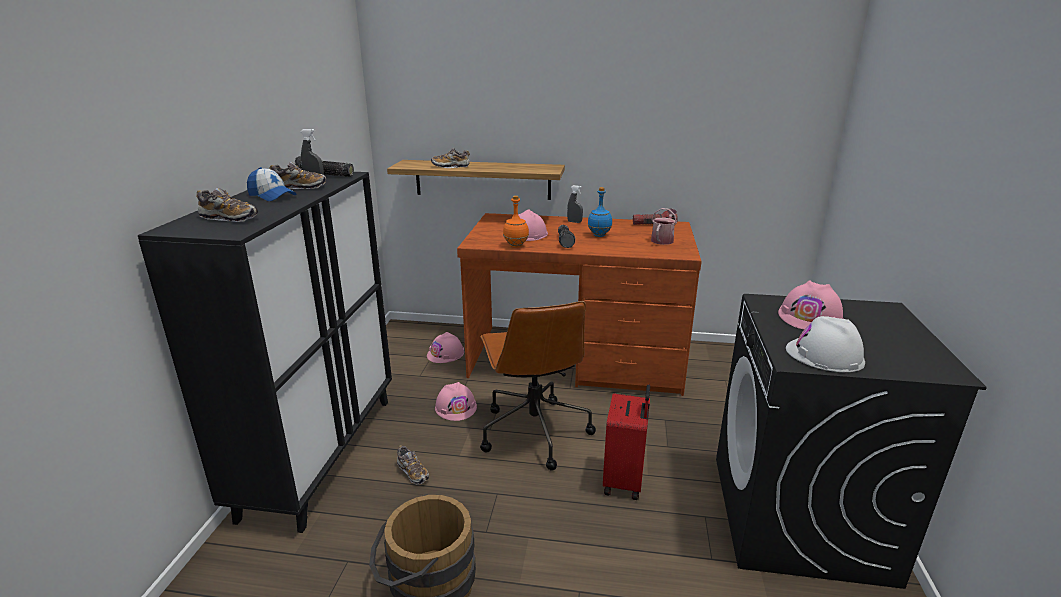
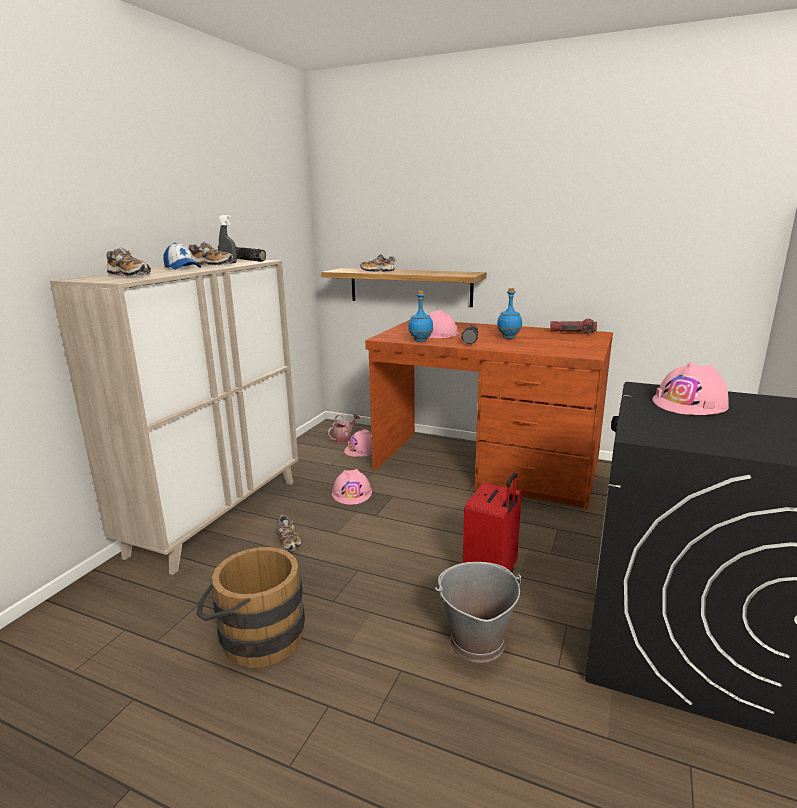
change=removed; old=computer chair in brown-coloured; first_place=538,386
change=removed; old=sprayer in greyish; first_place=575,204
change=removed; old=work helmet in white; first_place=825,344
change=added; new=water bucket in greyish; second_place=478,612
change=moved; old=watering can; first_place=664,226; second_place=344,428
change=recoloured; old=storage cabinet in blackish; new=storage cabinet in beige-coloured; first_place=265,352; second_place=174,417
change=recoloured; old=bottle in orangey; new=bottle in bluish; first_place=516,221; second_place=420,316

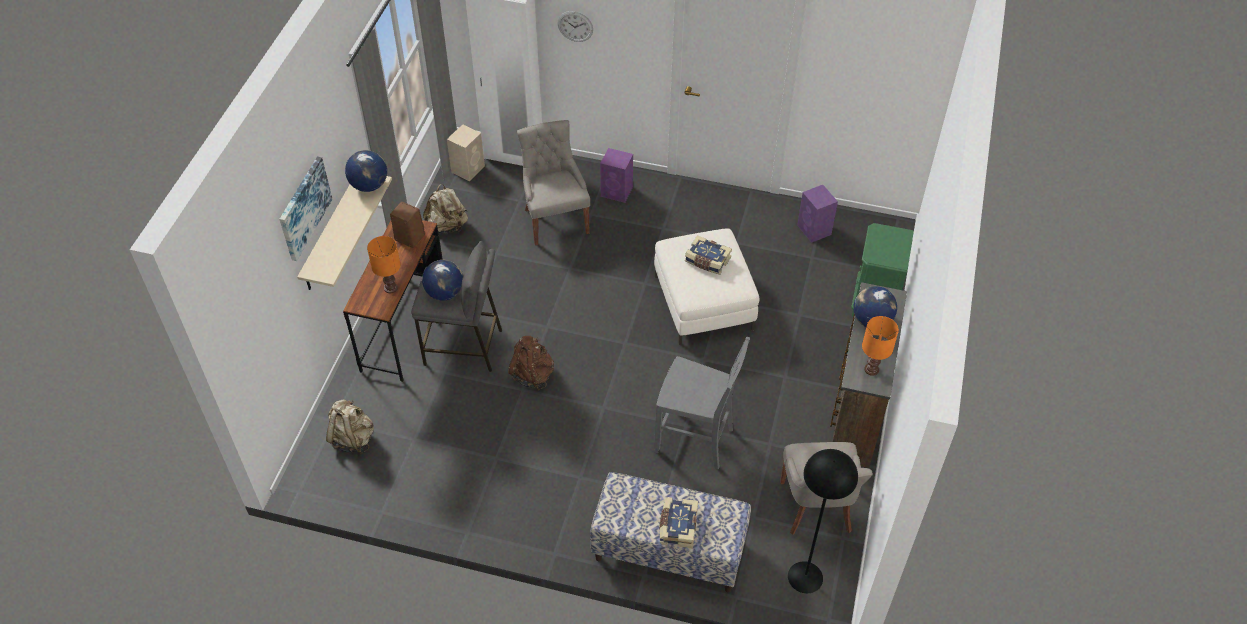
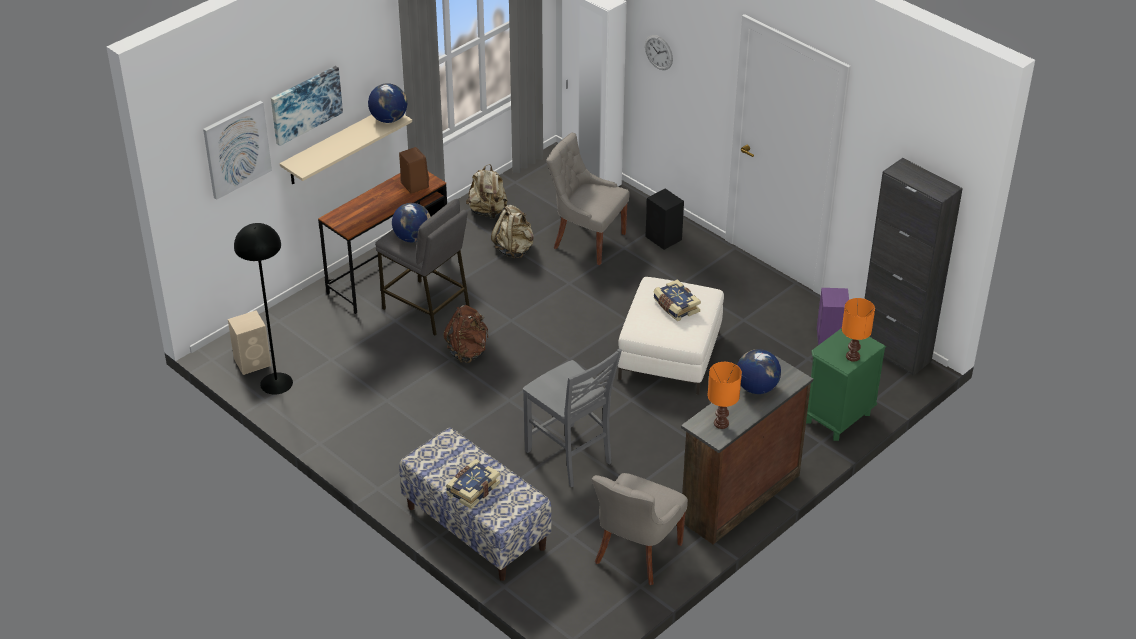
change=added; new=picture; second_place=237,150
change=added; new=storage cabinet in blackish; second_place=914,267
change=moved; old=rucksack in beige-coloured; first_place=350,426; second_place=512,231
change=moved; old=tabletop lamp in orangey; first_place=384,264; second_place=858,330
change=moved; old=loudspeaker in beige-coloured; first_place=466,152; second_place=249,342
change=moved; old=standard lamp in blackish; first_place=823,521; second_place=263,309
change=recoloured; old=loudspeaker in purple-coloured; new=loudspeaker in blackish; first_place=616,175; second_place=664,219
change=turned; old=plain chair in greyish; first_place=553,183; second_place=588,199; degrees=-75

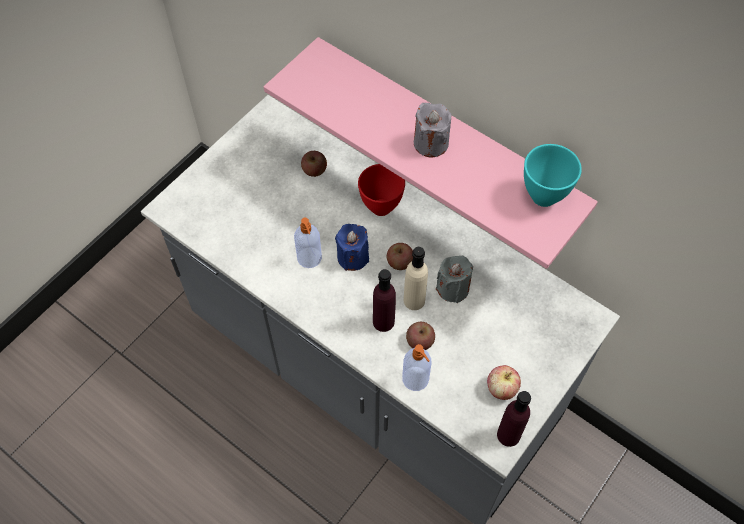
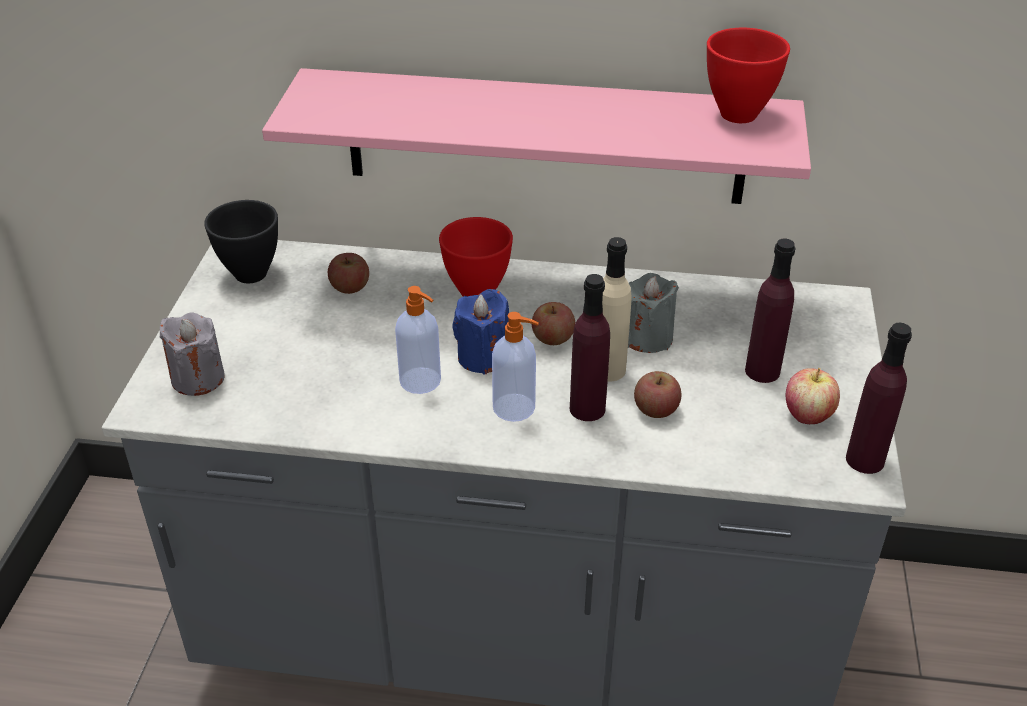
change=added; new=bowl in blackish; second_place=241,241
change=added; new=bottle in purple-coloured; second_place=770,311
change=moved; old=soap bottle; first_place=417,367; second_place=515,367
change=moved; old=candle in greyish; first_place=432,130; second_place=192,354
change=recoloured; old=bowl in blue-green; new=bowl in red; first_place=553,175; second_place=748,75

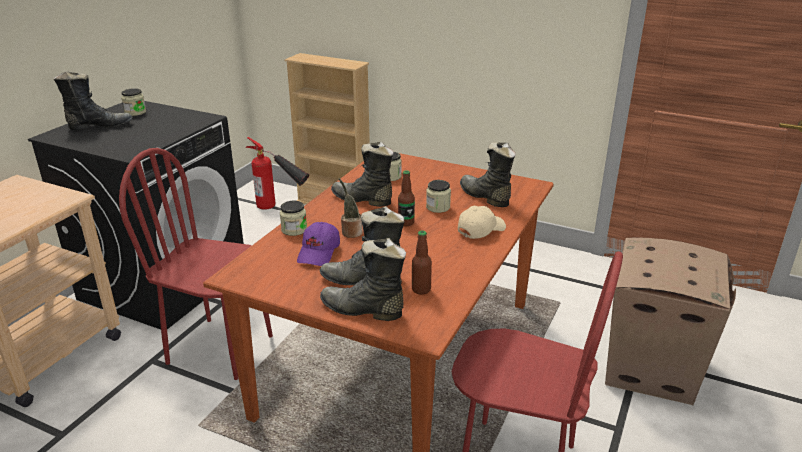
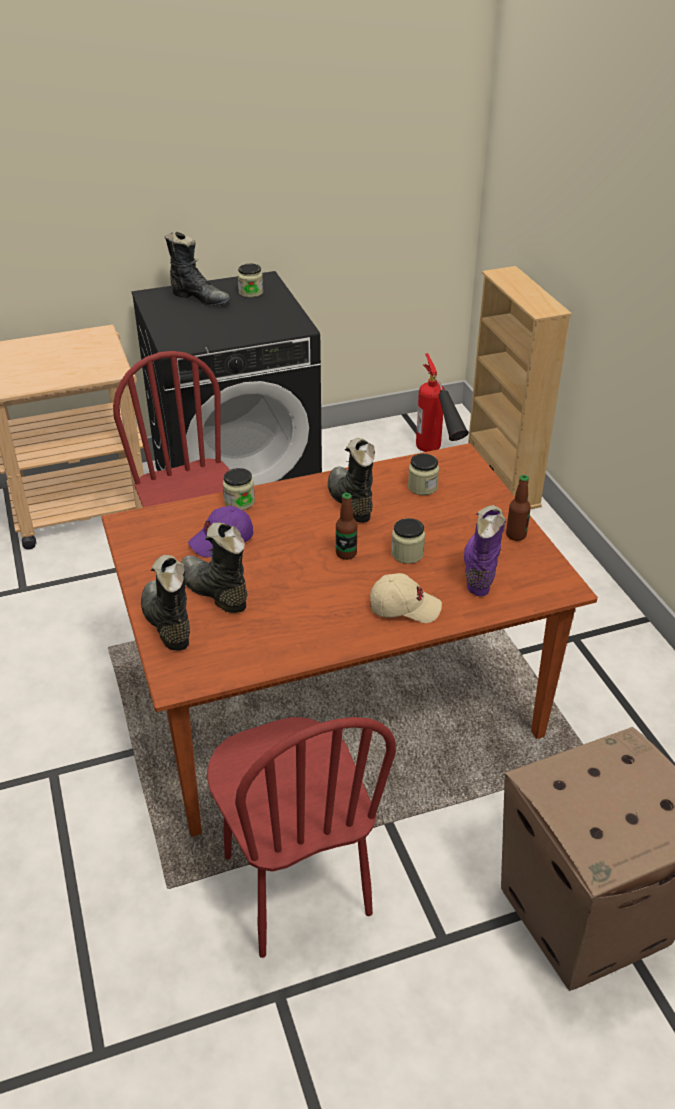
change=removed; old=houseplant; first_place=350,208
change=moved; old=bottle; first_place=422,262; second_place=518,508
change=recoloured; old=tall boot in blackish; new=tall boot in purple-coloured; first_place=488,174; second_place=485,550

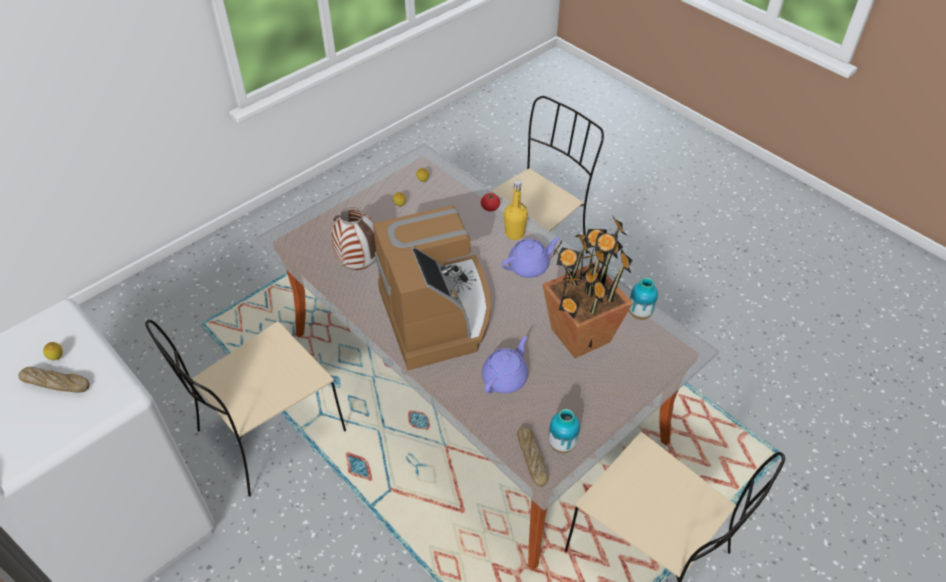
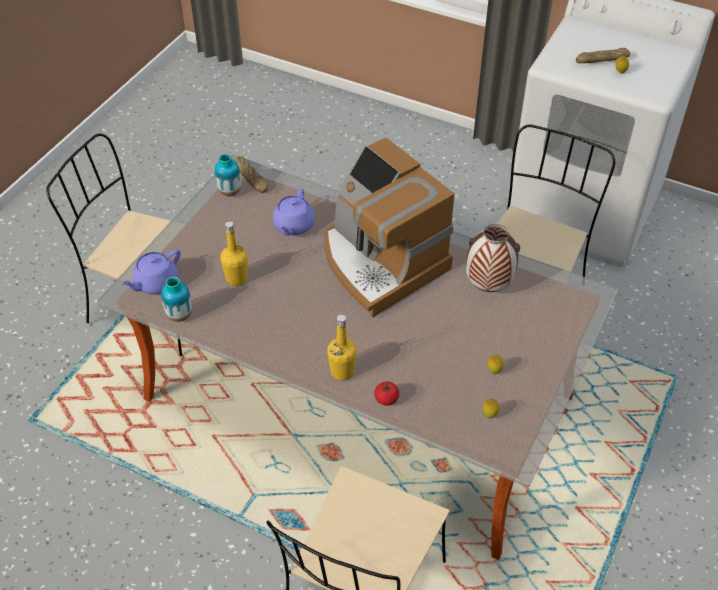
change=moved; old=pot for tea in purple-coloured; first_place=531,257; second_place=151,271
change=replaced; old=houseplant; new=bottle in yellow; first_place=587,286; second_place=234,253

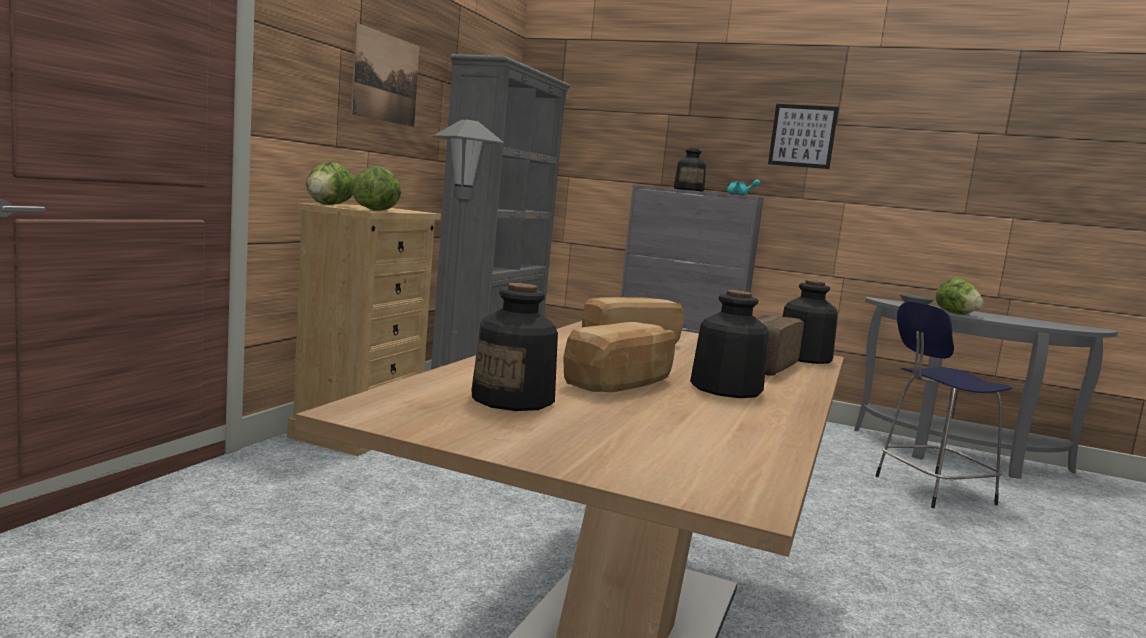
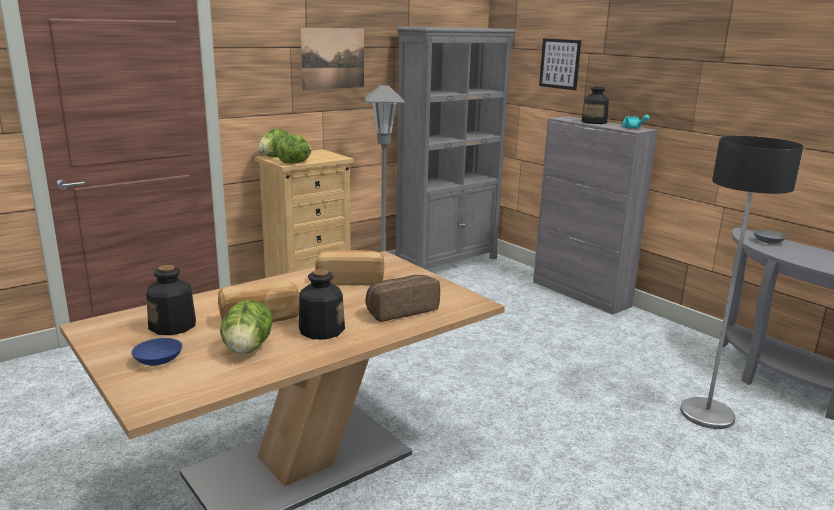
change=removed; old=bottle; first_place=810,322
change=added; new=bowl in bluish; second_place=156,352
change=moved; old=picture; first_place=803,136; second_place=560,64
change=moved; old=lettuce; first_place=959,296; second_place=246,327
change=replaced; old=stool in bluish; new=standard lamp; first_place=943,405; second_place=742,282

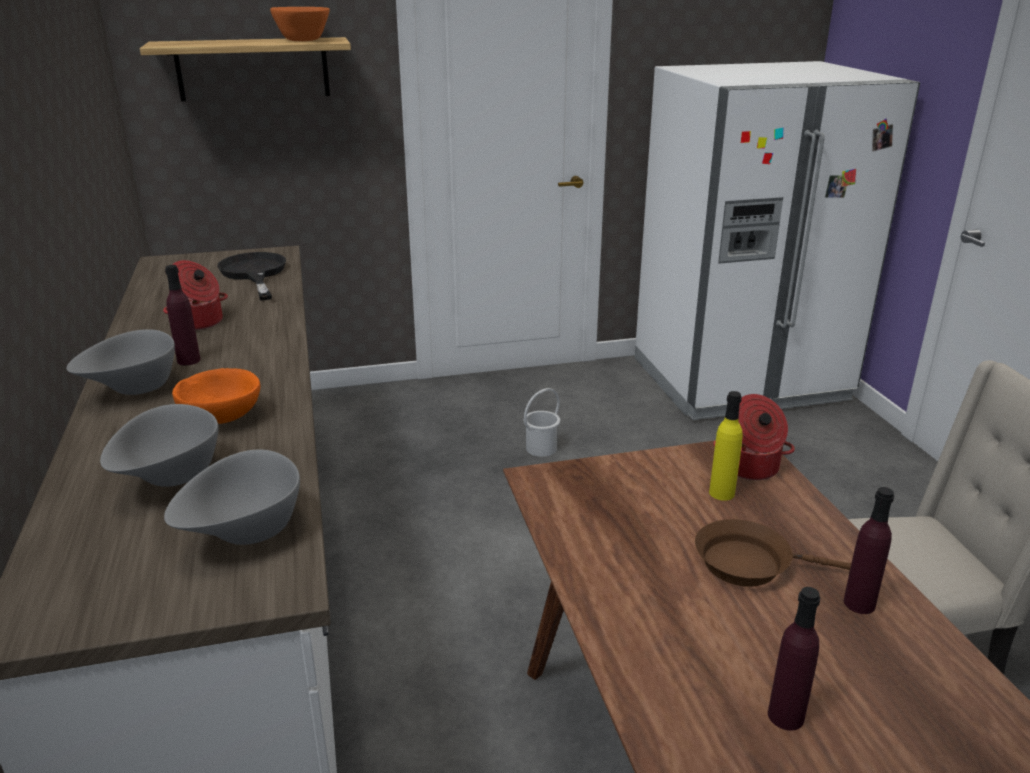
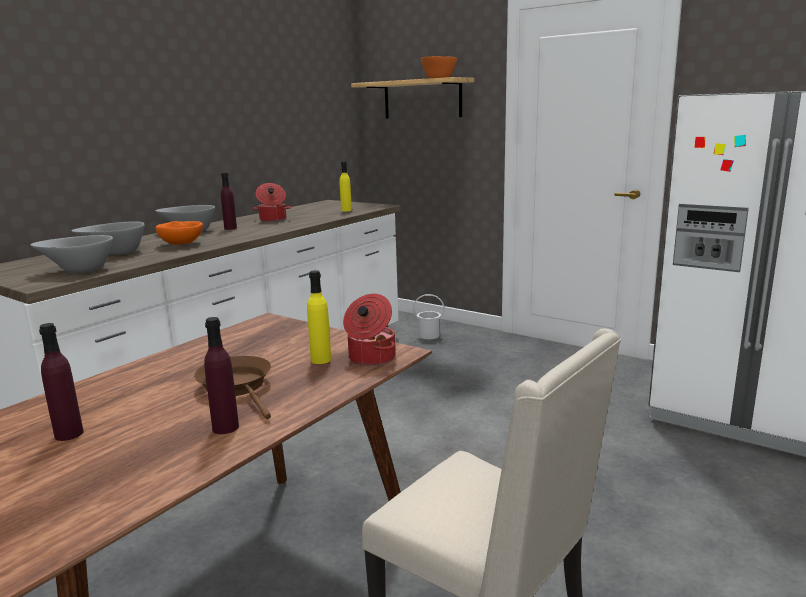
change=moved; old=water bucket in white; first_place=542,422; second_place=429,316
change=replaced; old=skillet in blackish; new=bottle in yellow; first_place=251,276; second_place=346,186

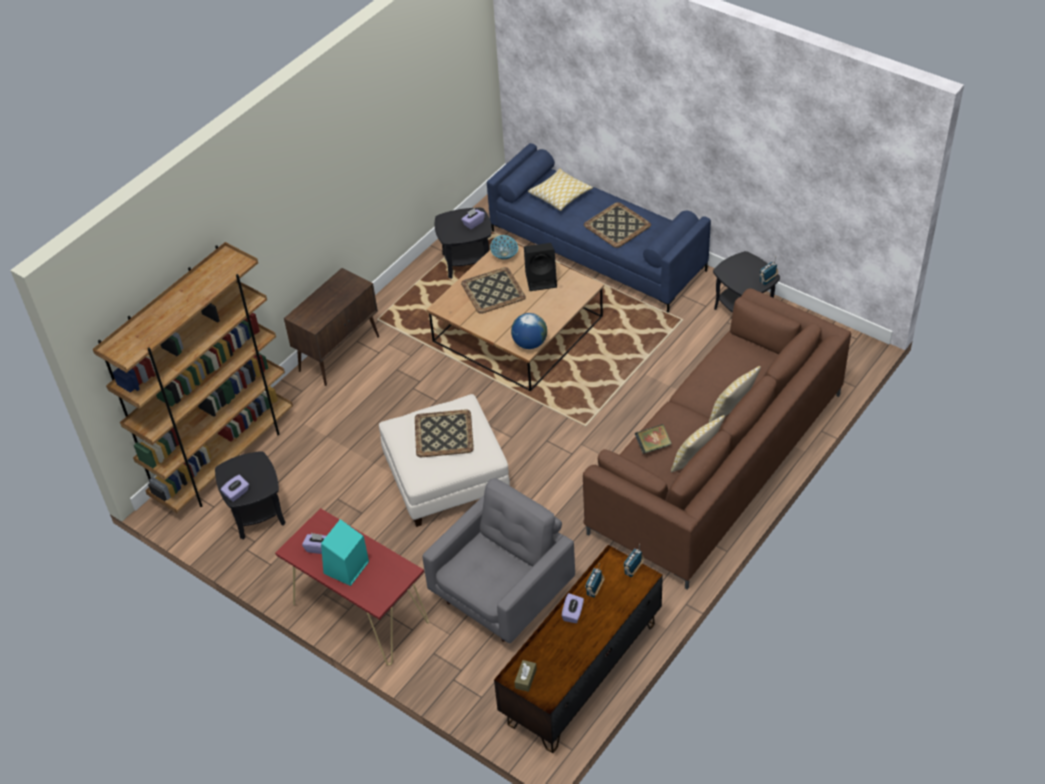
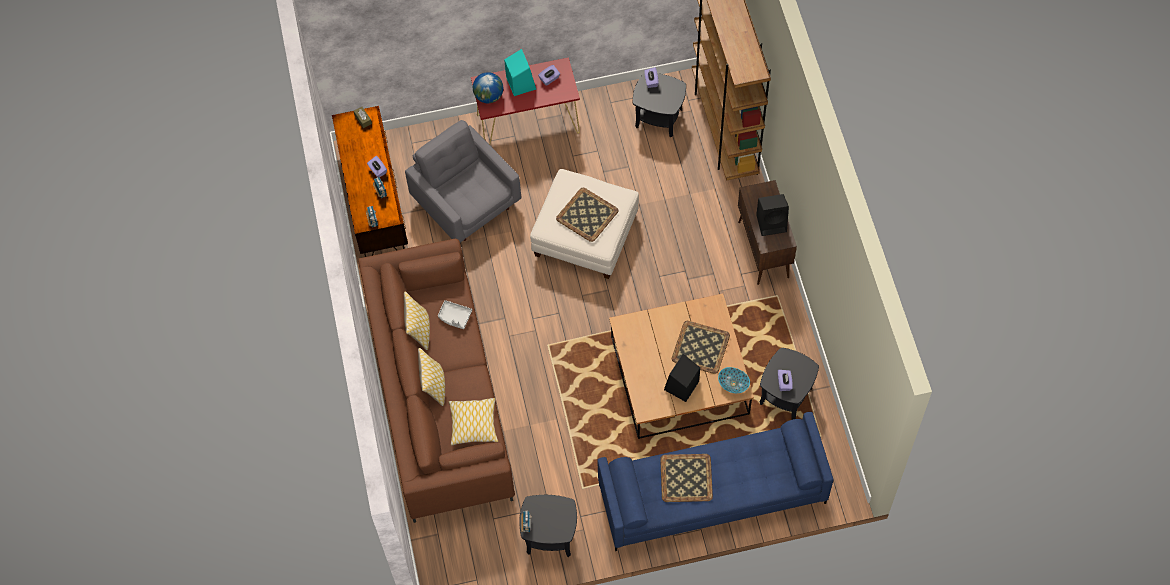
change=added; new=loudspeaker in blackish; second_place=772,215
change=moved; old=world globe; first_place=529,331; second_place=488,87
change=moved; old=cushion; first_place=560,189; second_place=473,422
change=replaced; old=volume; new=tray in greyish; first_place=653,439; second_place=455,314
change=turned; old=lounge chair in greyish; first_place=498,561; second_place=463,181; degrees=150

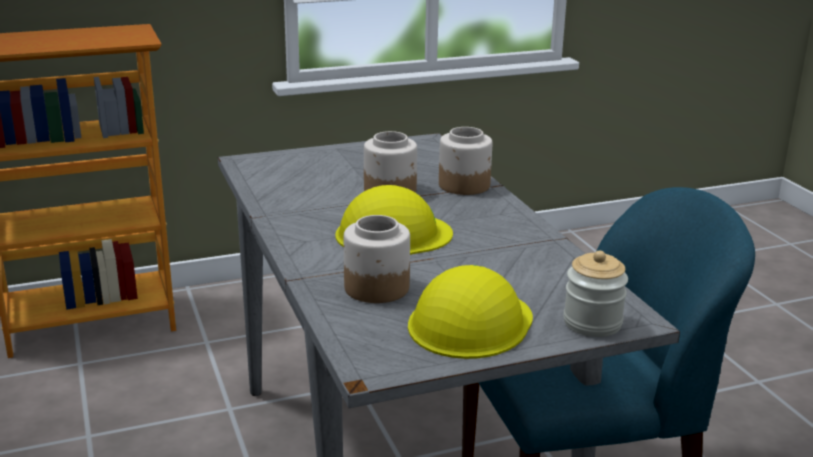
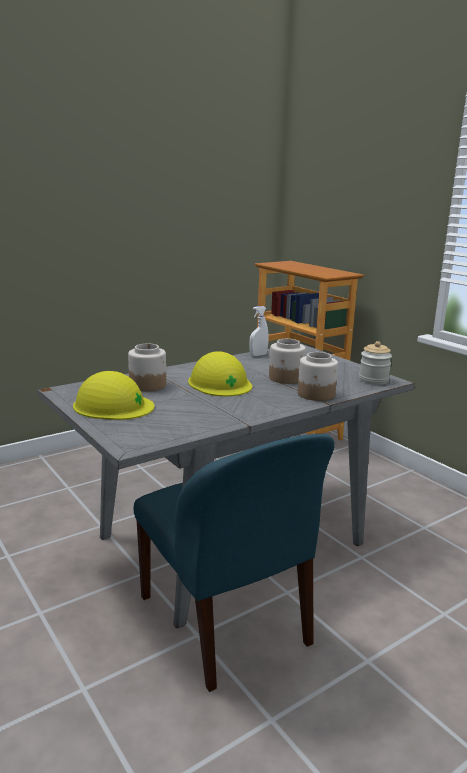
change=added; new=sprayer in white; second_place=258,331
change=moved; old=preserve jar; first_place=595,294; second_place=375,363

